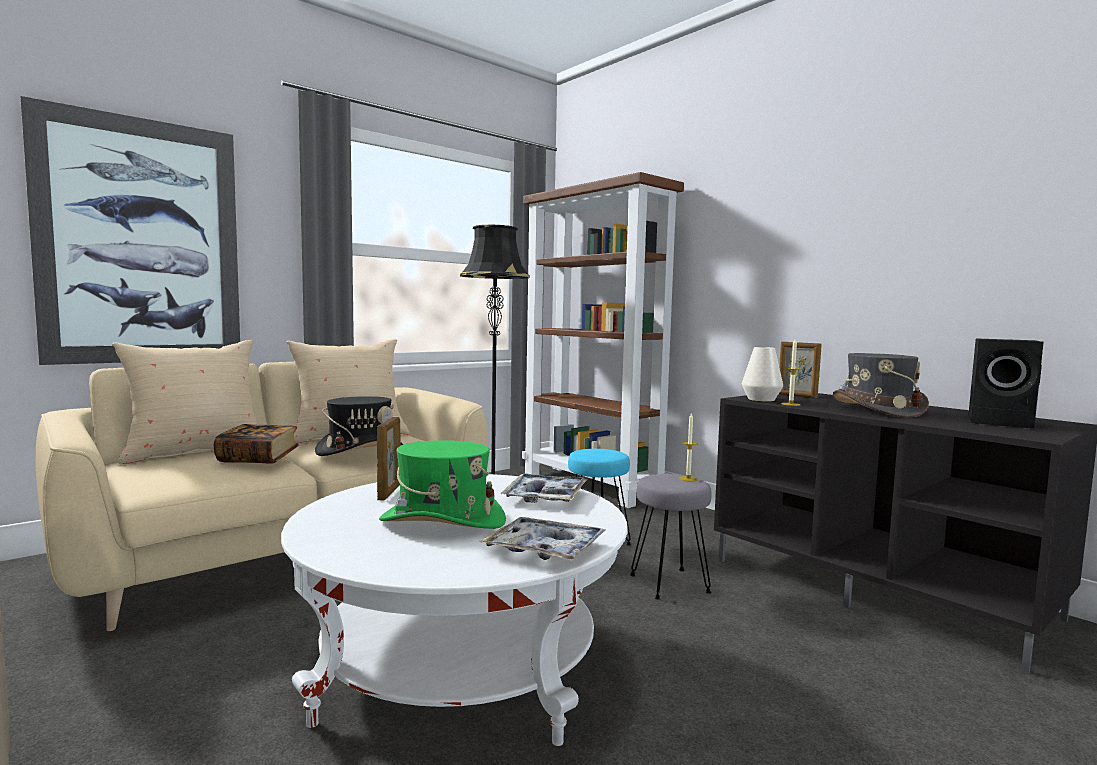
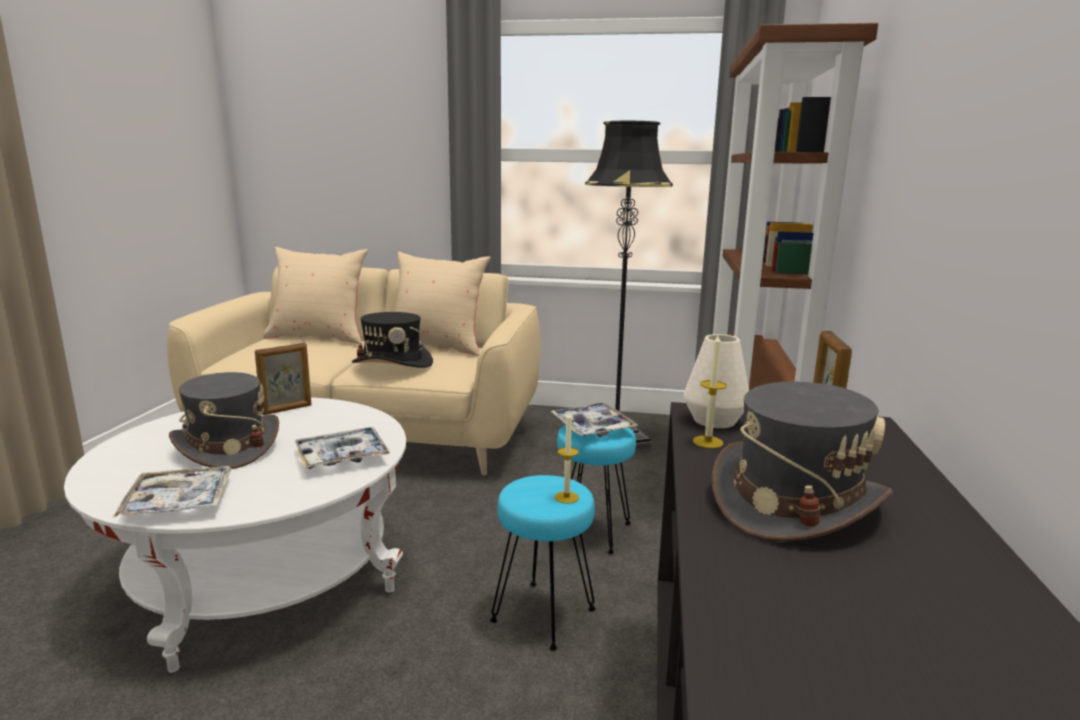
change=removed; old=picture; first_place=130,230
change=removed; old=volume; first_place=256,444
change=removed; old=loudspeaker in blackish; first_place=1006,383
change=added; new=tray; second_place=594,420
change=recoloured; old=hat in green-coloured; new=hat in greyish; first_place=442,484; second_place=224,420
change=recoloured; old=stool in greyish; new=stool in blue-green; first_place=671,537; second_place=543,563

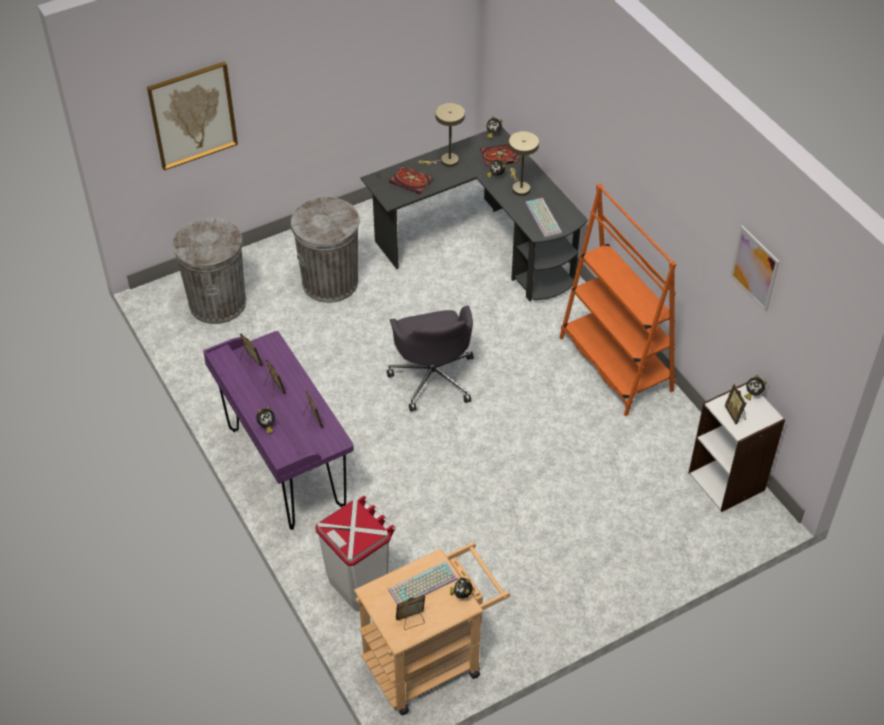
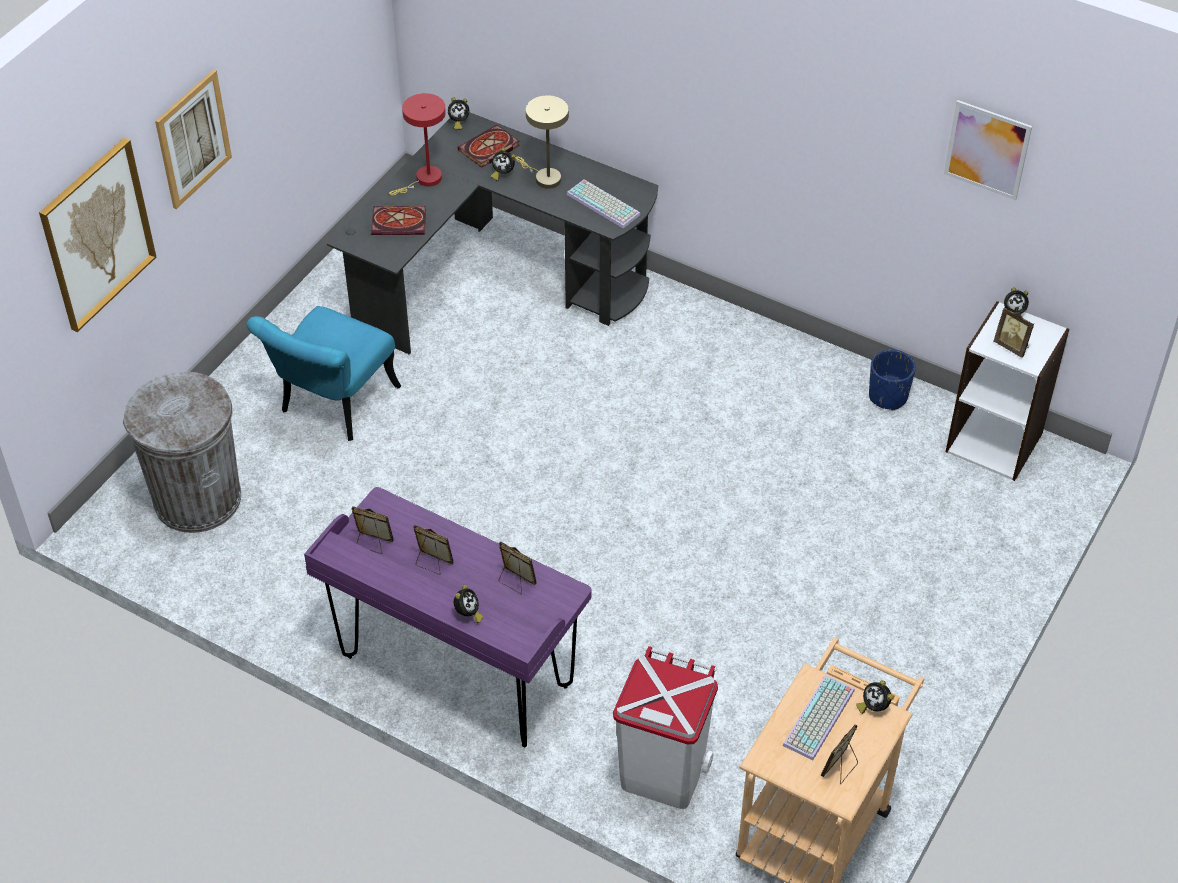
change=removed; old=computer chair in greyish; first_place=430,358
change=removed; old=shelving unit in orangey; first_place=617,299
change=added; new=picture; second_place=193,139
change=added; new=flower pot in bluish; second_place=892,379
change=replaced; old=waste bin in greyish; new=plain chair in blue-green; first_place=325,250; second_place=324,373
change=recoloured; old=tabletop lamp in beige-coloured; new=tabletop lamp in red; first_place=441,135; second_place=417,144

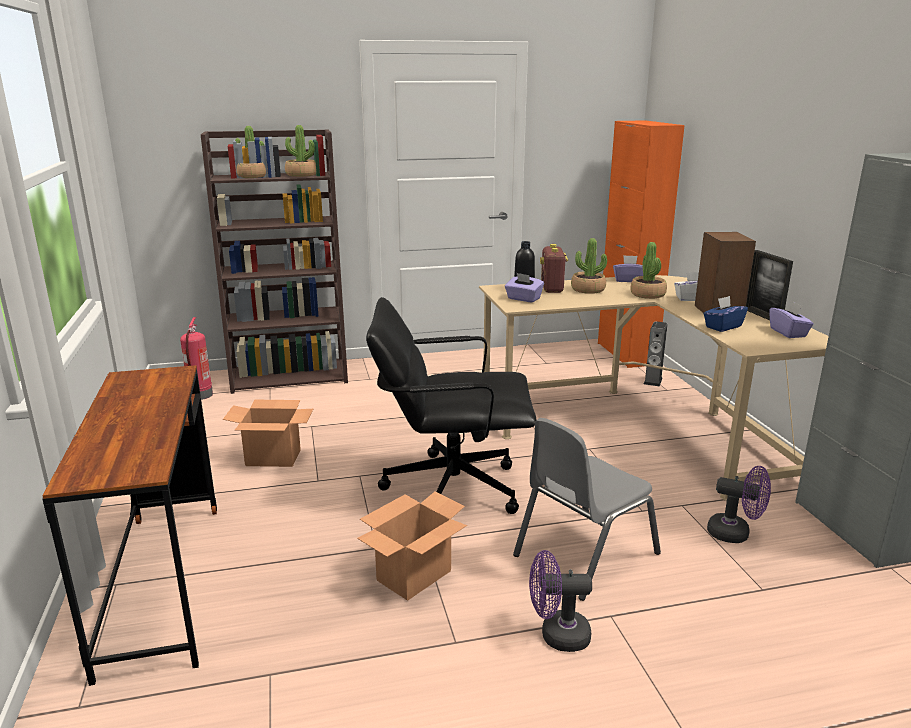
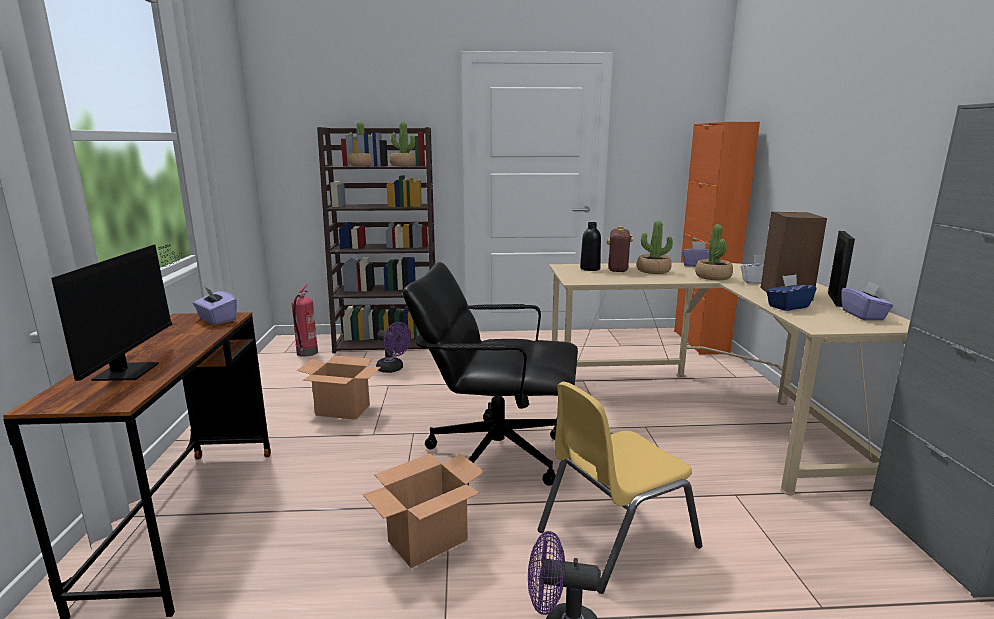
change=removed; old=loudspeaker; first_place=655,354
change=added; new=computer display; second_place=115,312
change=moved; old=box of tissues in purple-coloured; first_place=524,288; second_place=215,305
change=moved; old=electric fan in purple-coloured; first_place=739,504; second_place=393,347
change=recoloured; old=plain chair in greyish; new=plain chair in yellow; first_place=587,509; second_place=620,488
change=turned; old=standing frame; first_place=769,285; second_place=841,269; degrees=-150

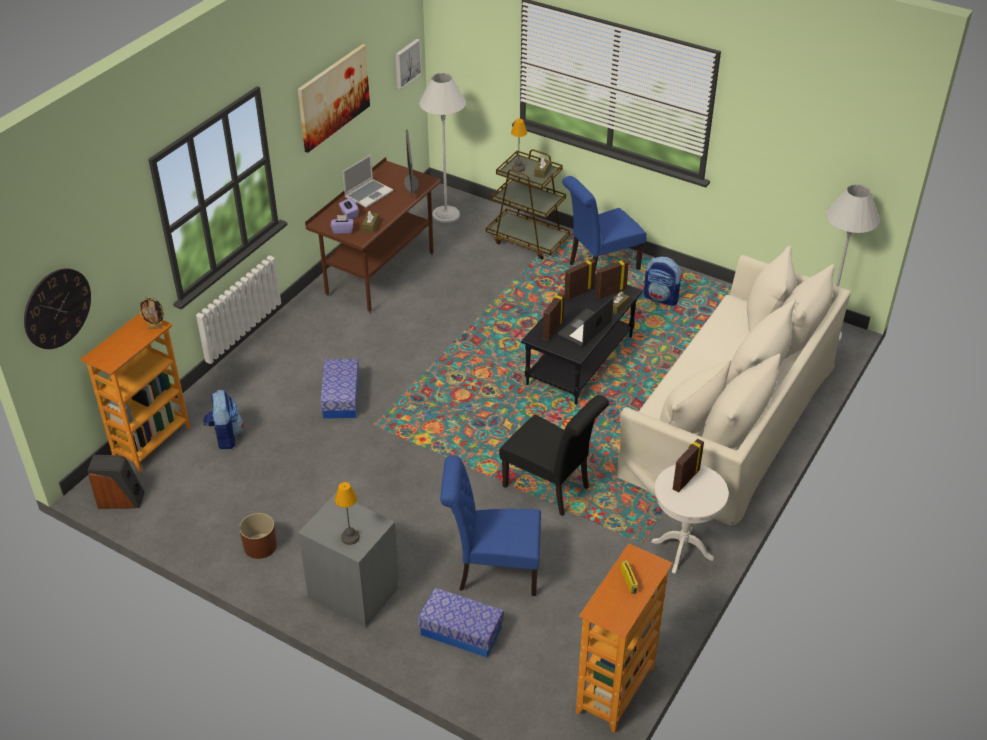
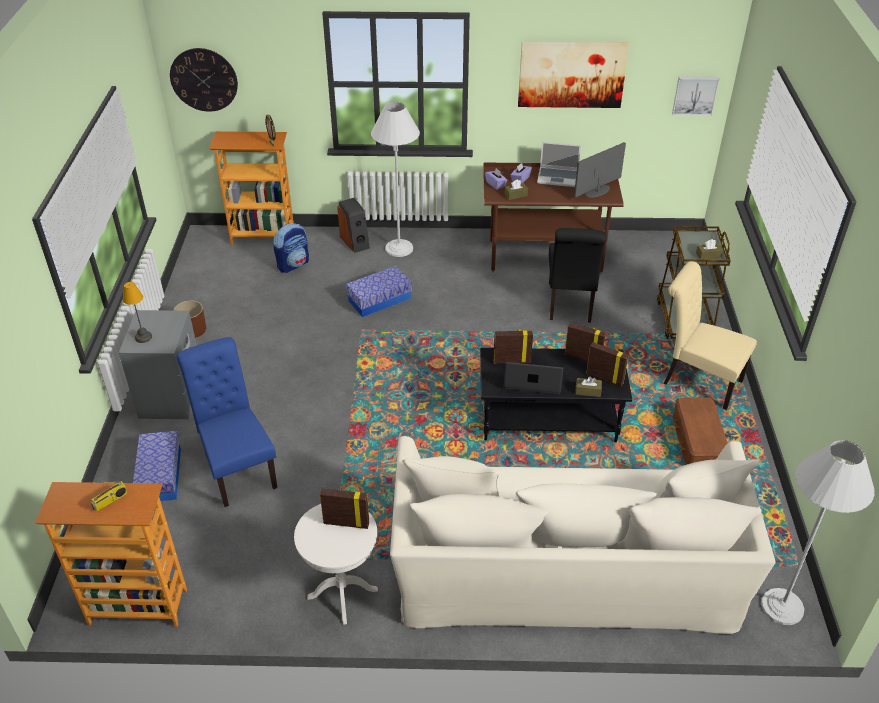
change=removed; old=tabletop lamp; first_place=519,145
change=moved; old=loudspeaker; first_place=116,482; second_place=353,225
change=moved; old=standard lamp in white; first_place=442,148; second_place=395,179
change=moved; old=plain chair in blackish; first_place=554,455; second_place=578,275
change=replaced; old=rucksack; new=storage bin in brown-coloured; first_place=663,281; second_place=700,431
change=recoloured; old=plain chair in bluish; new=plain chair in beige-coloured; first_place=604,223; second_place=710,335

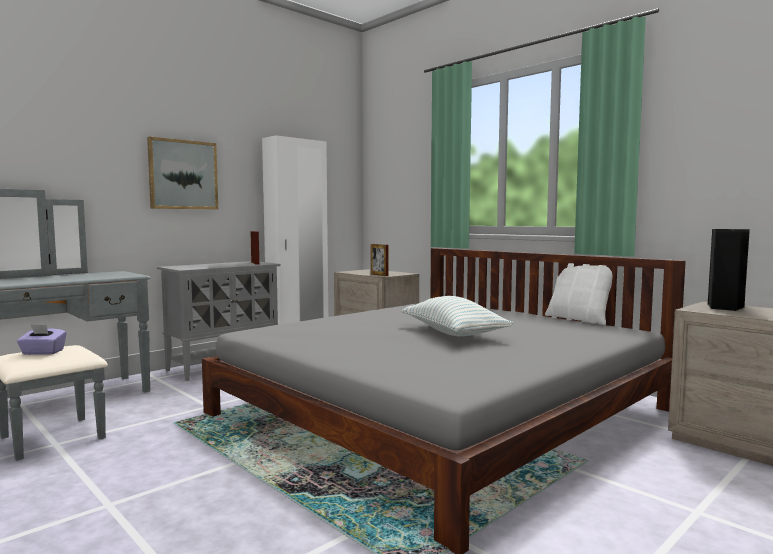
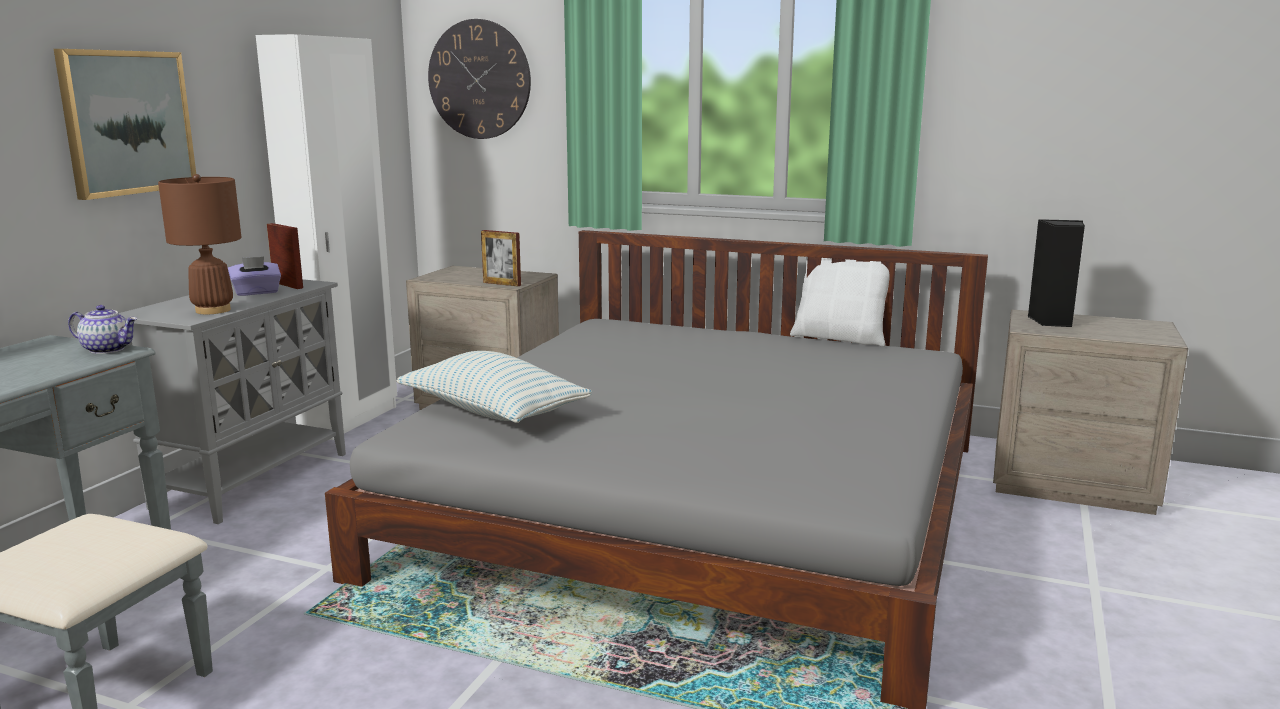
change=added; new=pot for tea; second_place=102,329
change=added; new=tabletop lamp in brown-coloured; second_place=199,244
change=added; new=clock on the wall; second_place=479,79
change=moved; old=box of tissues in purple-coloured; first_place=42,340; second_place=254,276
change=moved; old=cushion; first_place=457,316; second_place=494,387

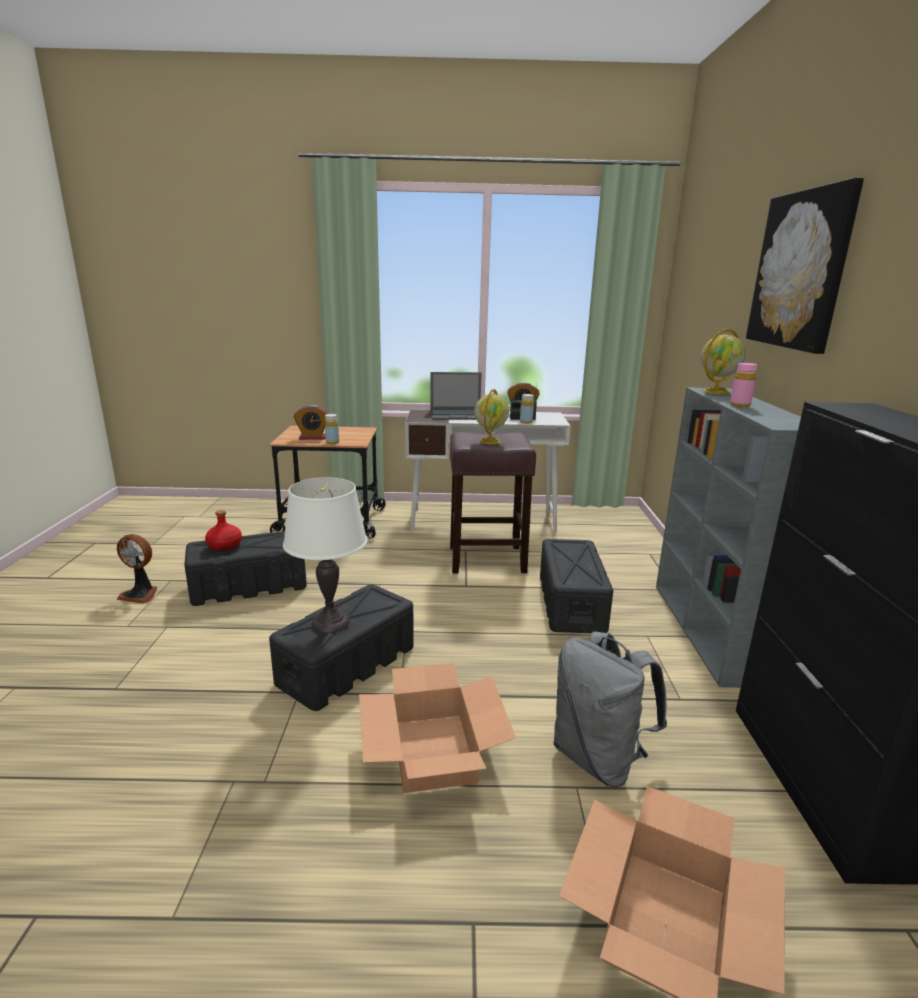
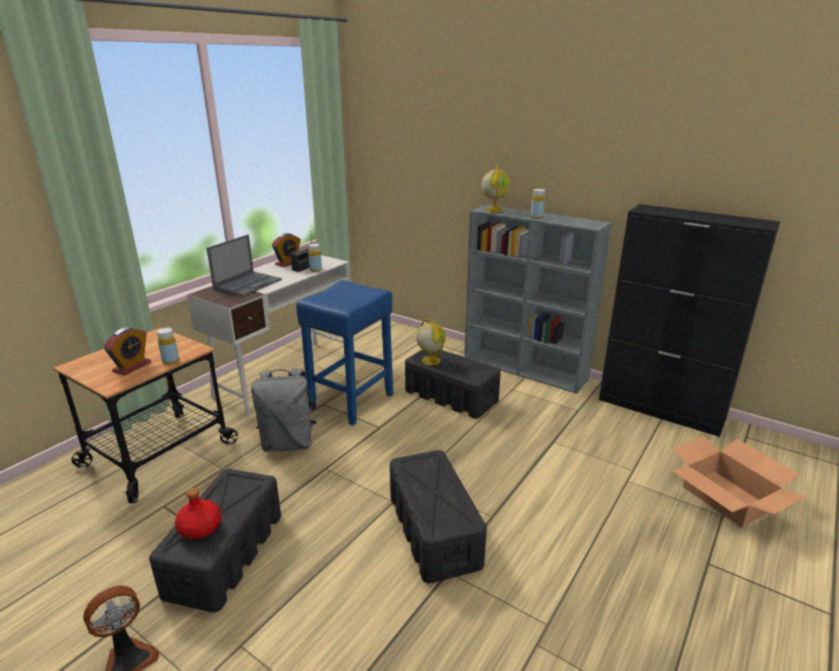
change=removed; old=tabletop lamp in white; first_place=325,555
change=removed; old=carton; first_place=437,728
change=removed; old=picture; first_place=805,266
change=moved; old=world globe; first_place=491,416; second_place=431,341
change=moved; old=rucksack in greyish; first_place=610,709; second_place=284,410
change=recoloured; old=stool in brown-coloured; new=stool in bluish; first_place=493,502; second_place=344,353
change=recoloured; old=bottle in pinkish; new=bottle in yellow; first_place=743,385; second_place=537,204

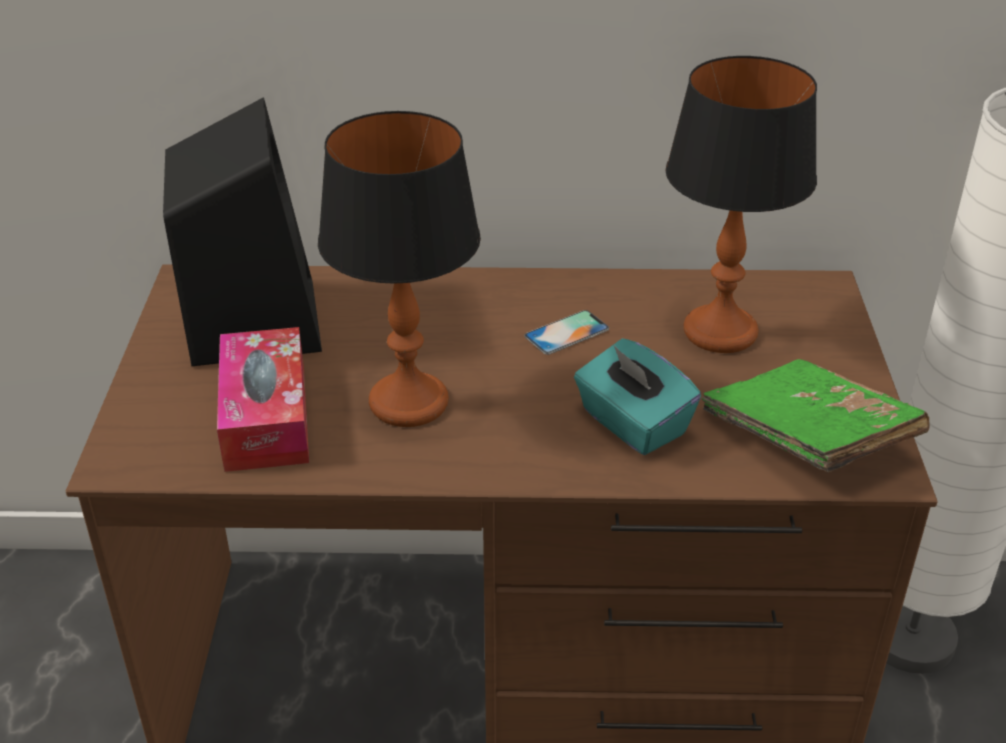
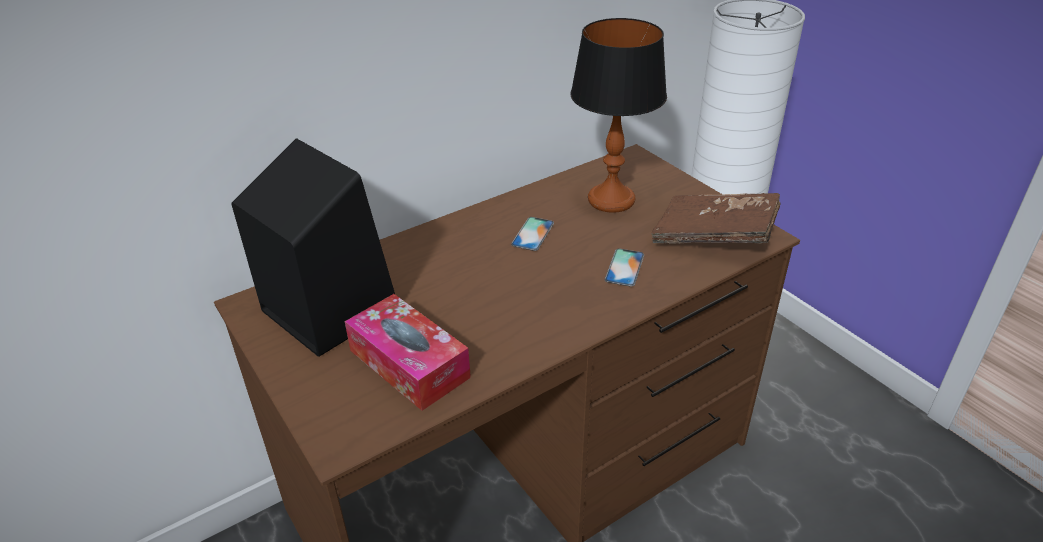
change=removed; old=tabletop lamp; first_place=399,269
change=replaced; old=box of tissues in blue-green; new=phone; first_place=637,396; second_place=624,268
change=recoloured; old=volume in green-coloured; new=volume in brown-coloured; first_place=816,415; second_place=716,218

